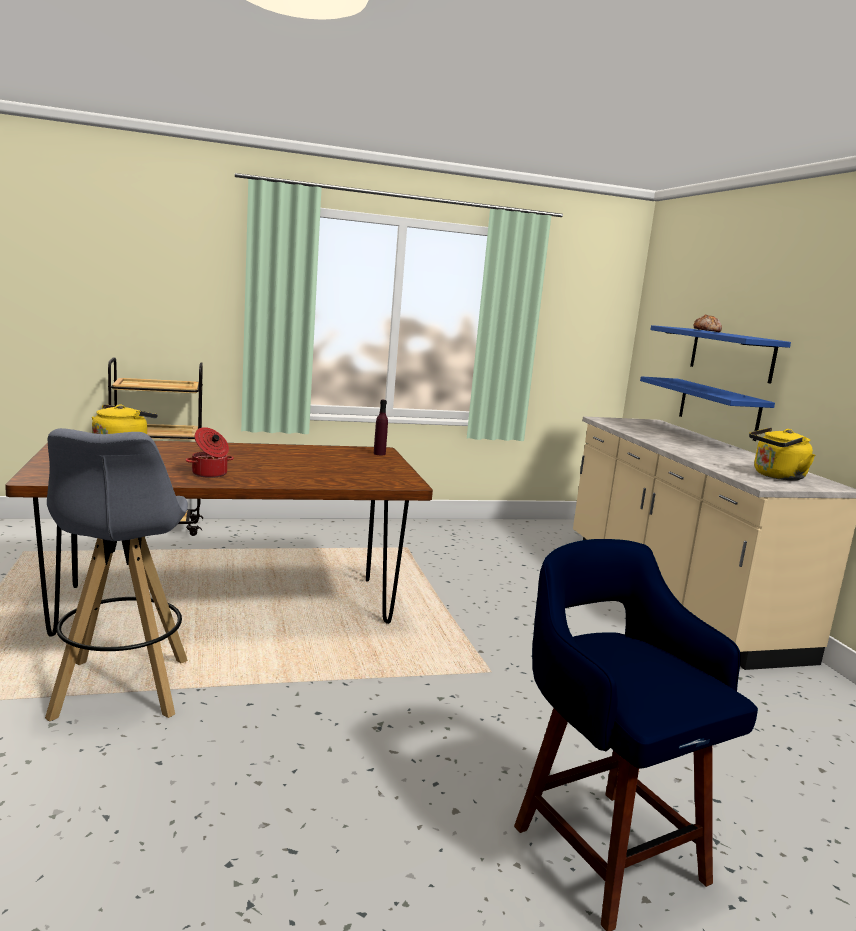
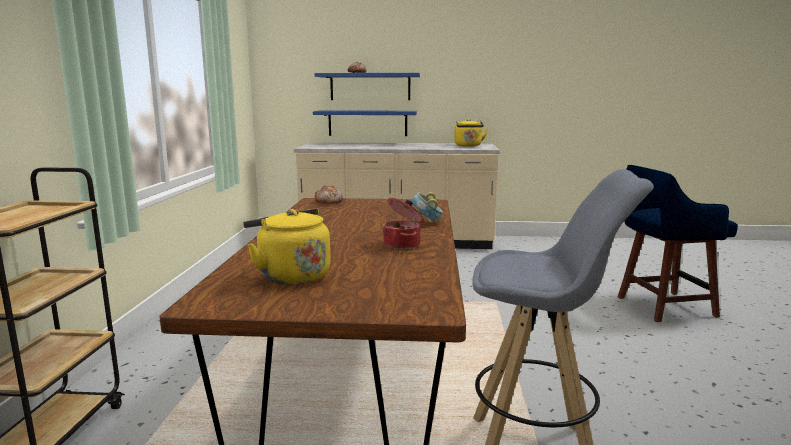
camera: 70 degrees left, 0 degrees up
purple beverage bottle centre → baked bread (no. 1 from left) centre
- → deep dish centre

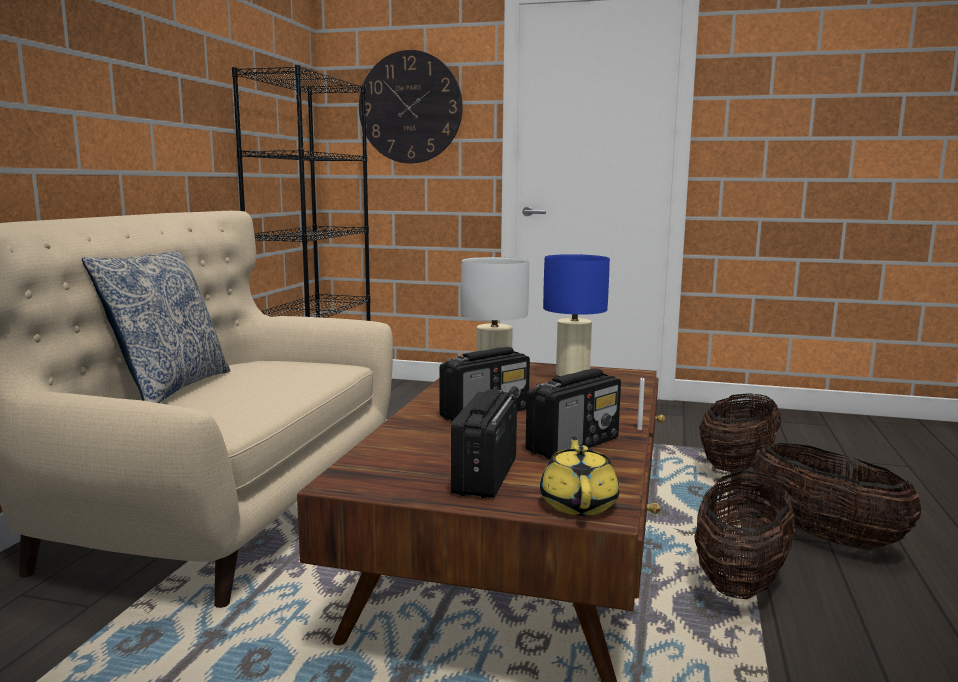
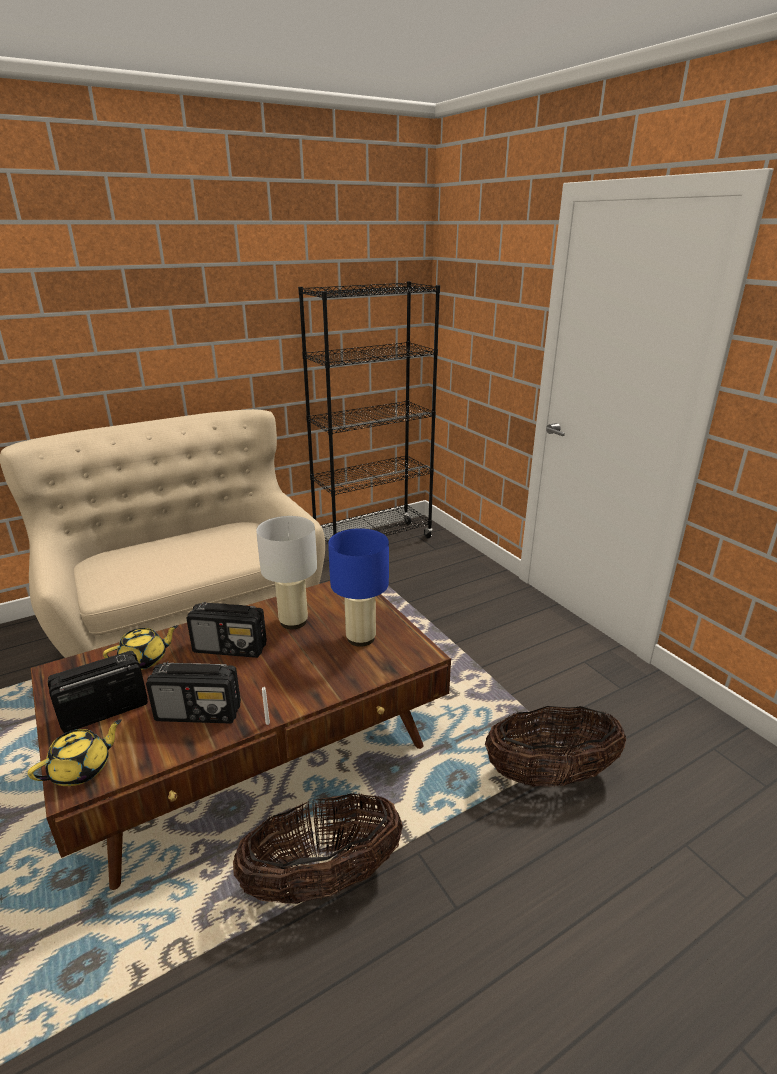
camera: 45 degrees right, 15 degrees up
wall clock top centre → -
pillow middle left → -
storage basket (no. 3 from left) bottom right → -
- → yellow-coloured teapot (no. 2 from left) middle left

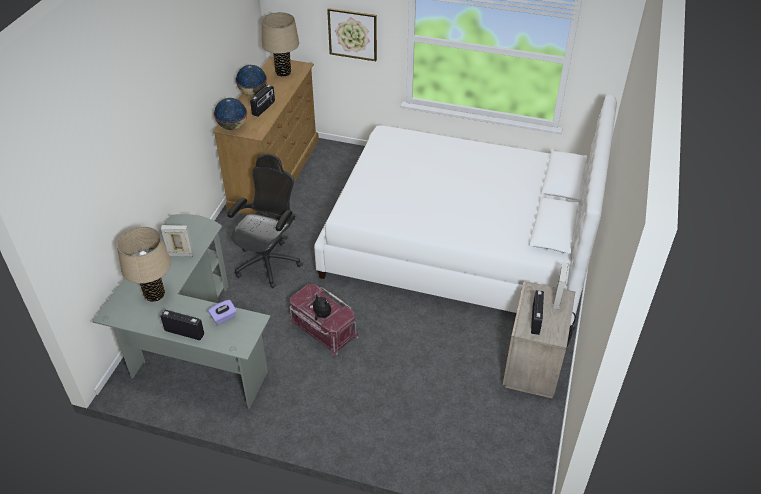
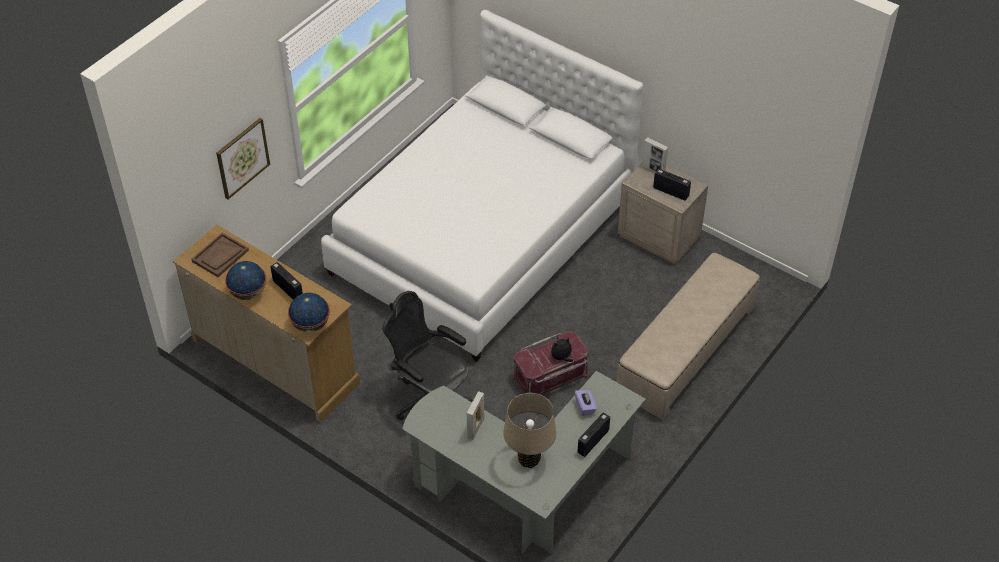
camera: 70 degrees left, 5 degrees up
beige-coloured table lamp (no. 2 from left) top centre → brownish carrying tray middle left
- → beige-coloured long seat middle right

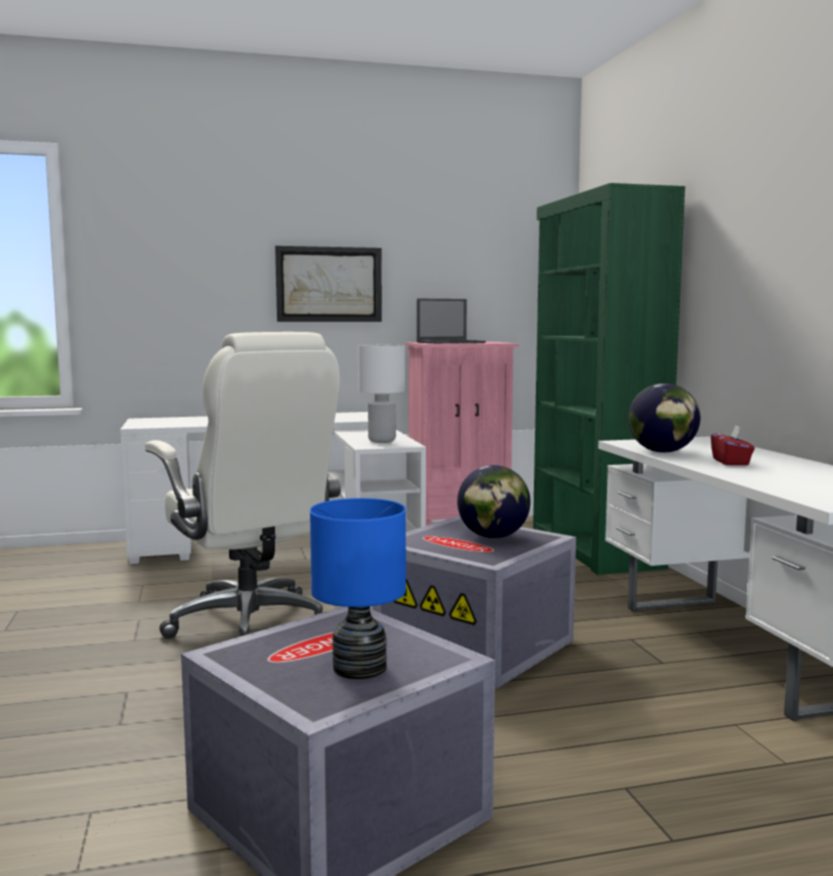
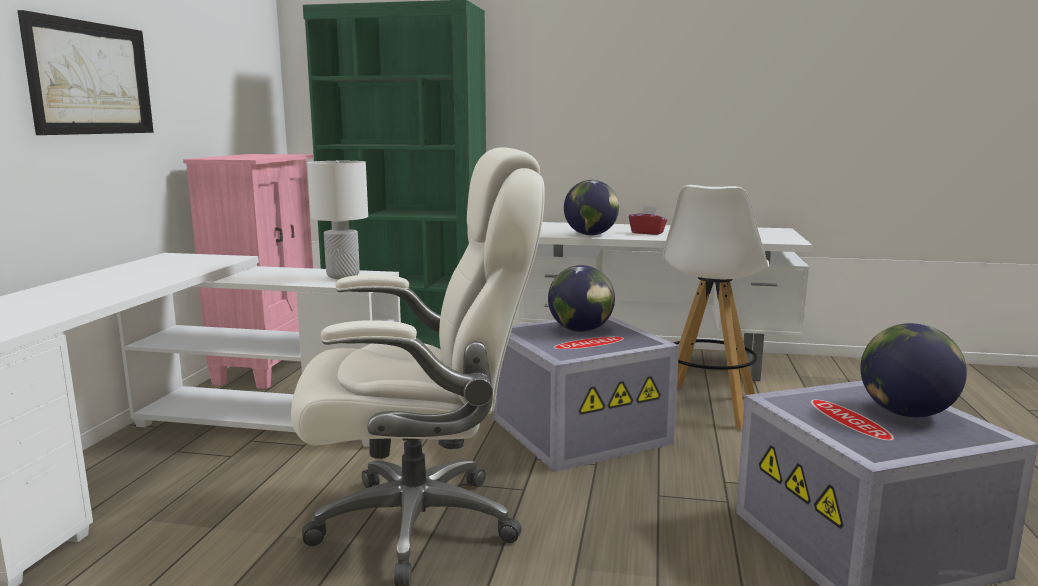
camera: 65 degrees left, 5 degrees up
notebook computer centre → -
blue table lamp bottom centre → world globe (no. 3 from left) middle right
- → whitish sitting stool middle right

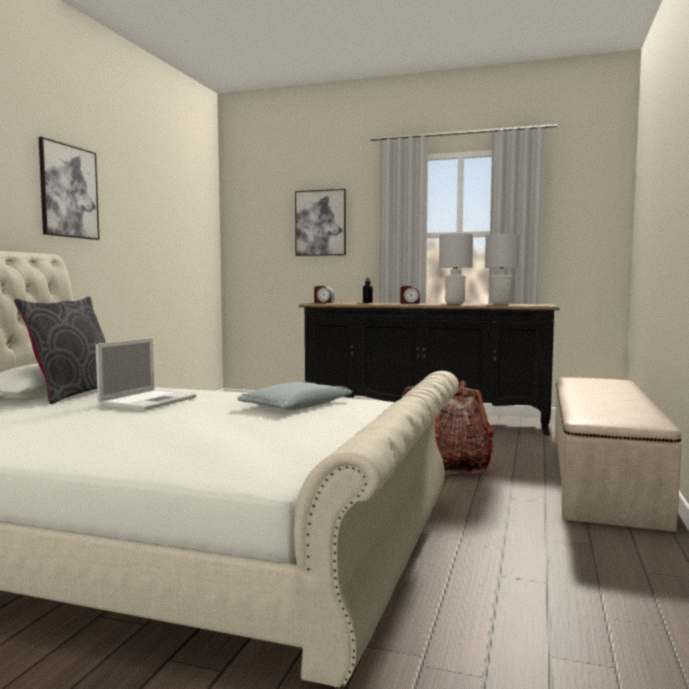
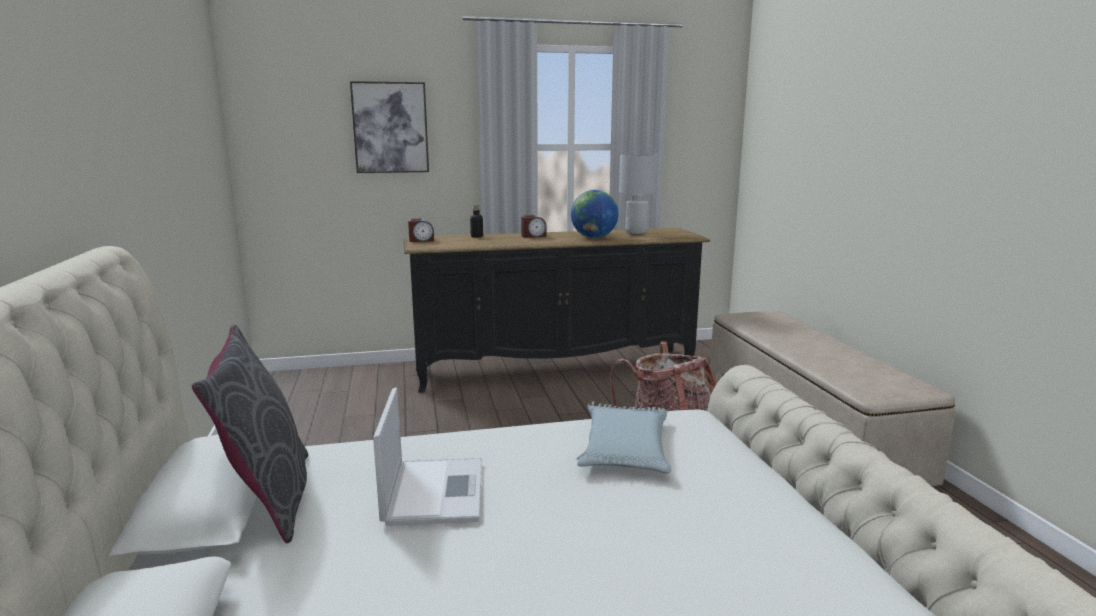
camera: 30 degrees left, 10 degrees up
picture (no. 1 from left) top left → -
greyish table lamp (no. 1 from left) centre → world globe centre

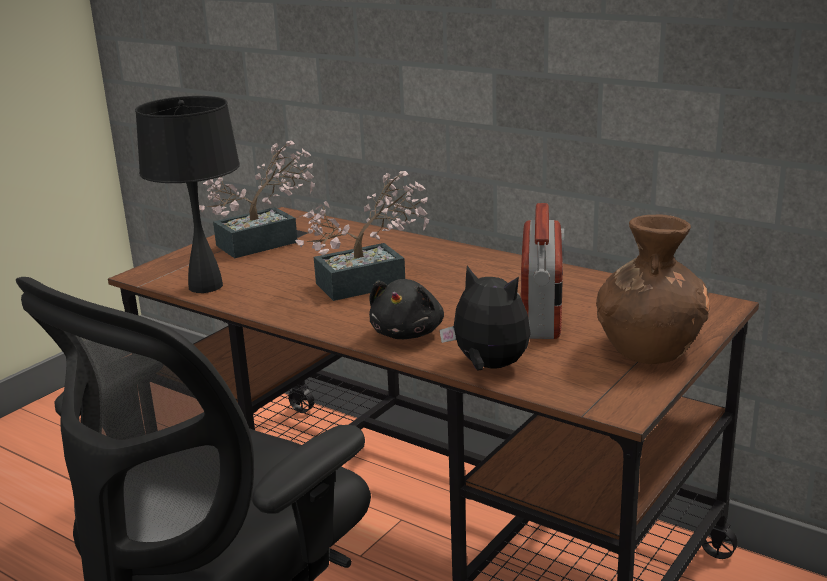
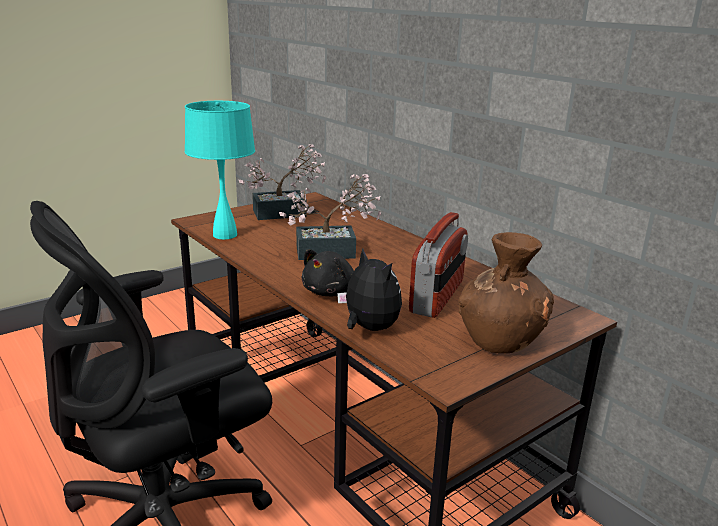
camera: 15 degrees right, 0 degrees up
black table lamp middle left → turquoise table lamp top left

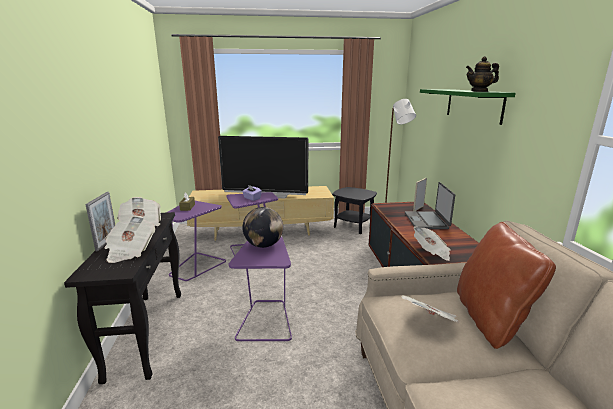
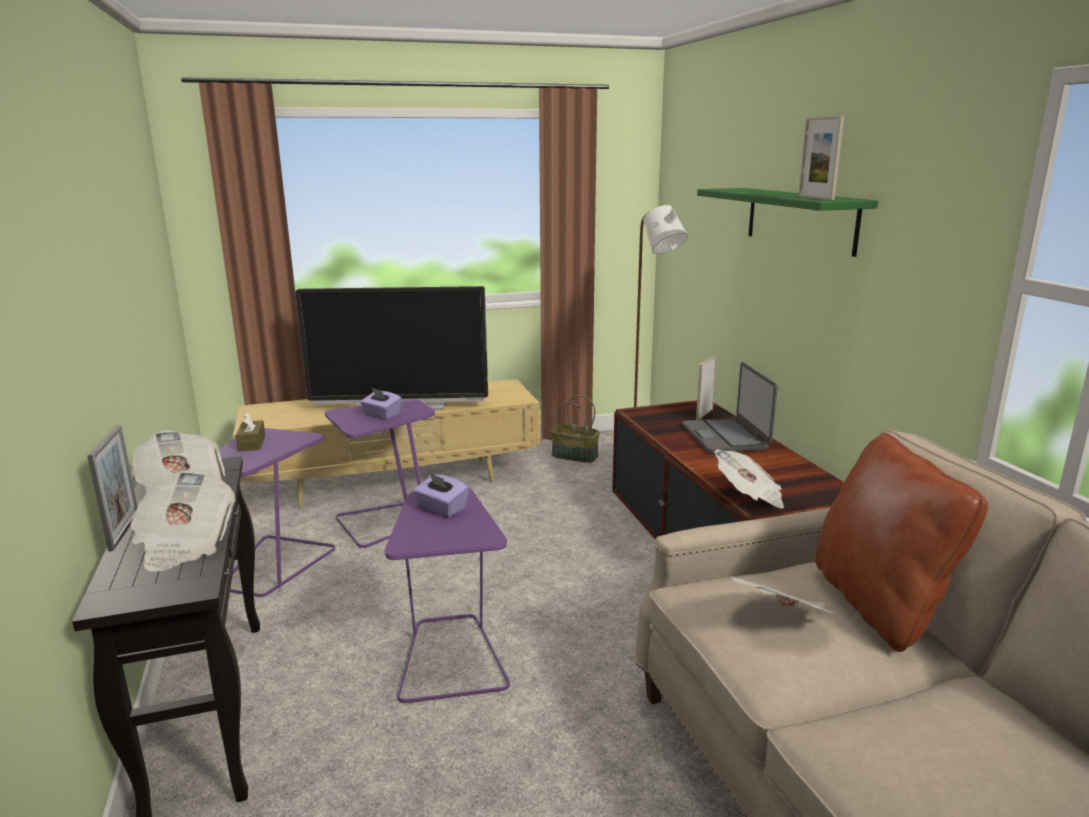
camera: 10 degrees left, 0 degrees up
teapot top right → standing frame (no. 3 from left) top right
black accent table centre → storage basket centre
world globe centre → purple box of tissues (no. 2 from left) centre

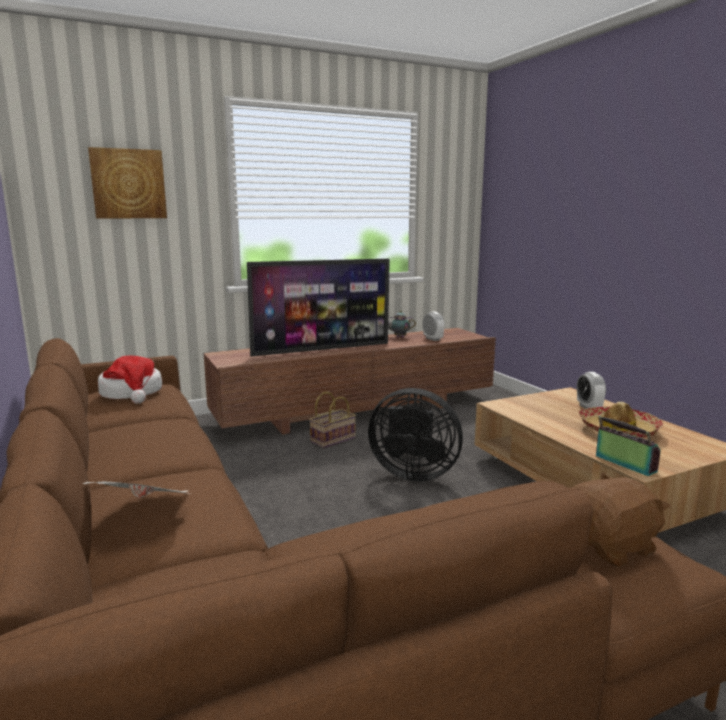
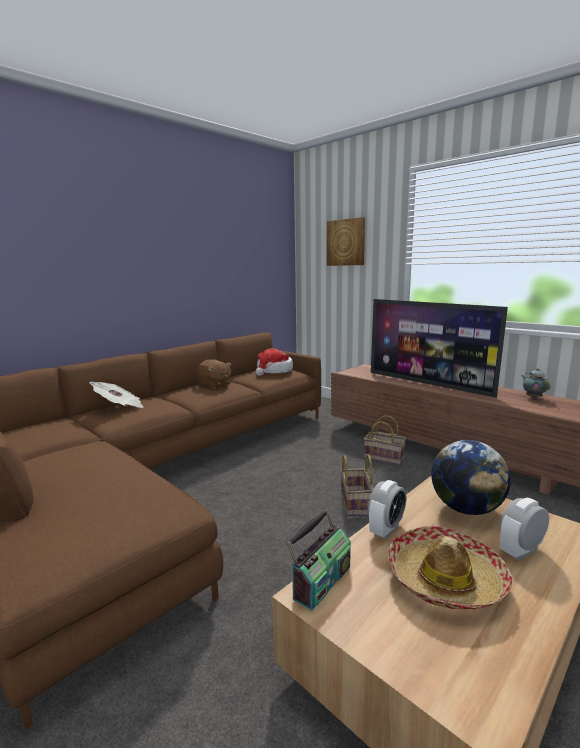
camera: 70 degrees right, 0 degrees up
alarm clock (no. 1 from left) centre → alarm clock (no. 1 from left) bottom right, shifted
black cooling fan centre → storage basket (no. 1 from left) centre
brownish cuddly toy bottom right → brownish cuddly toy centre, shifted
- → world globe middle right

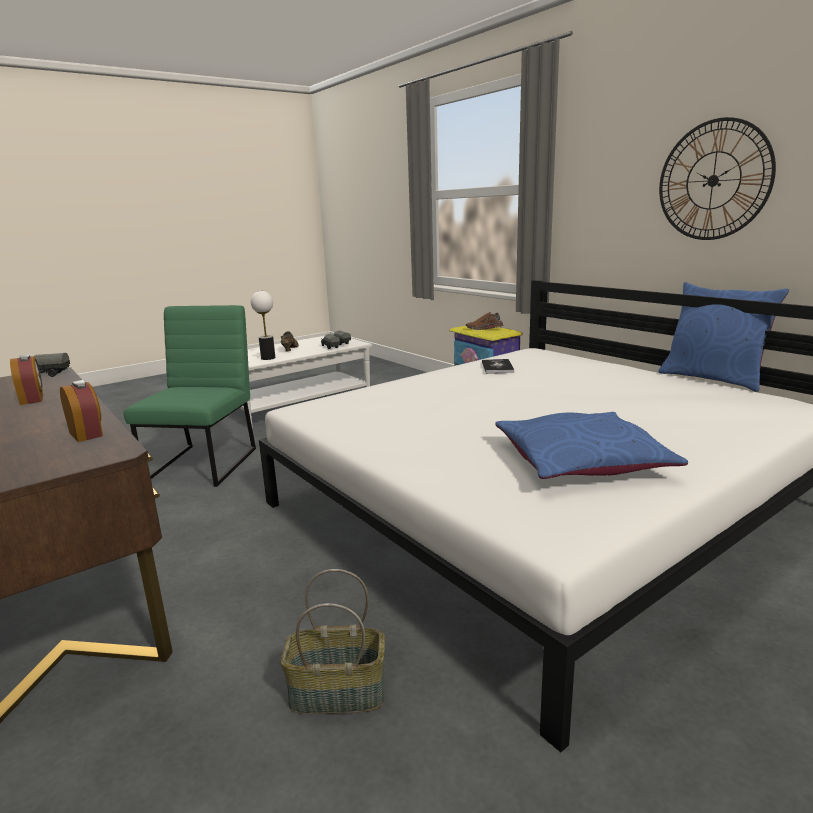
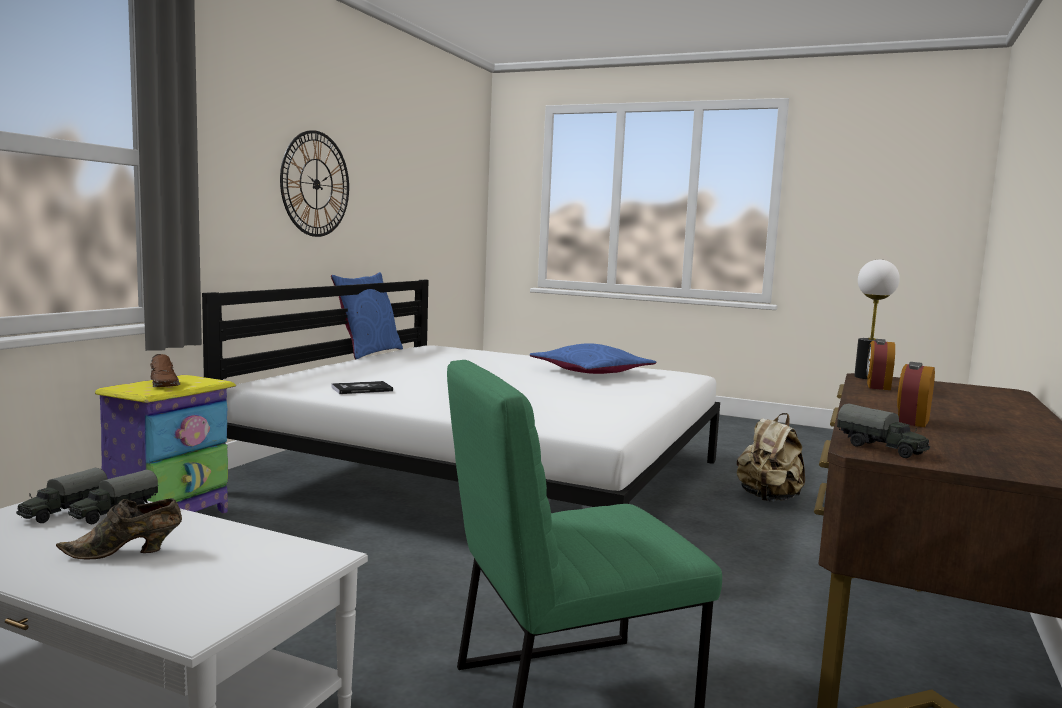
camera: 120 degrees left, 10 degrees down
table lamp middle left → table lamp middle right, shifted
storage basket bottom centre → beige-coloured rucksack middle right

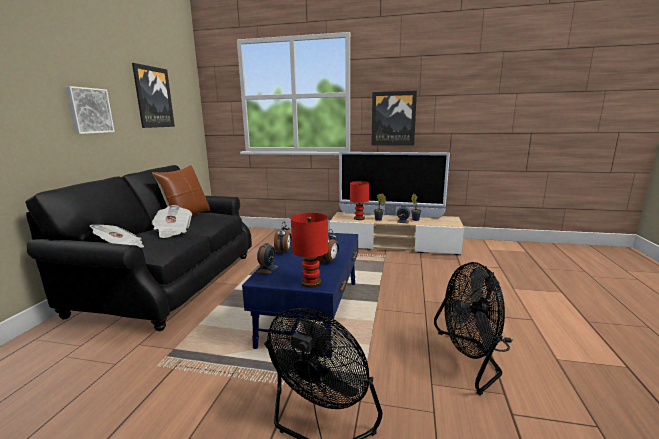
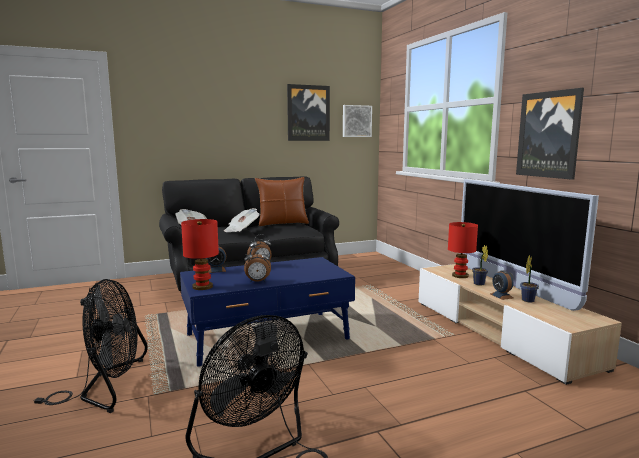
camera: 55 degrees right, 5 degrees down
picture (no. 1 from left in the first image) top left → picture (no. 2 from left) top centre, shifted

